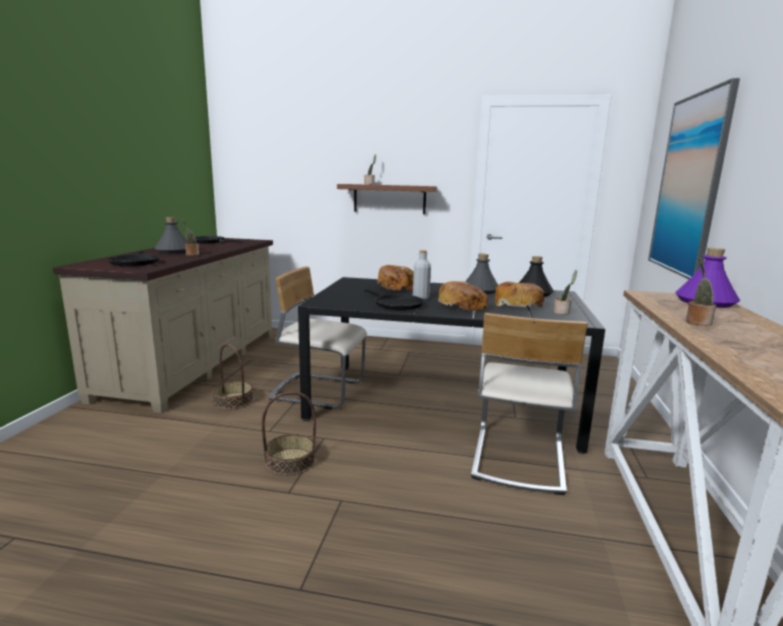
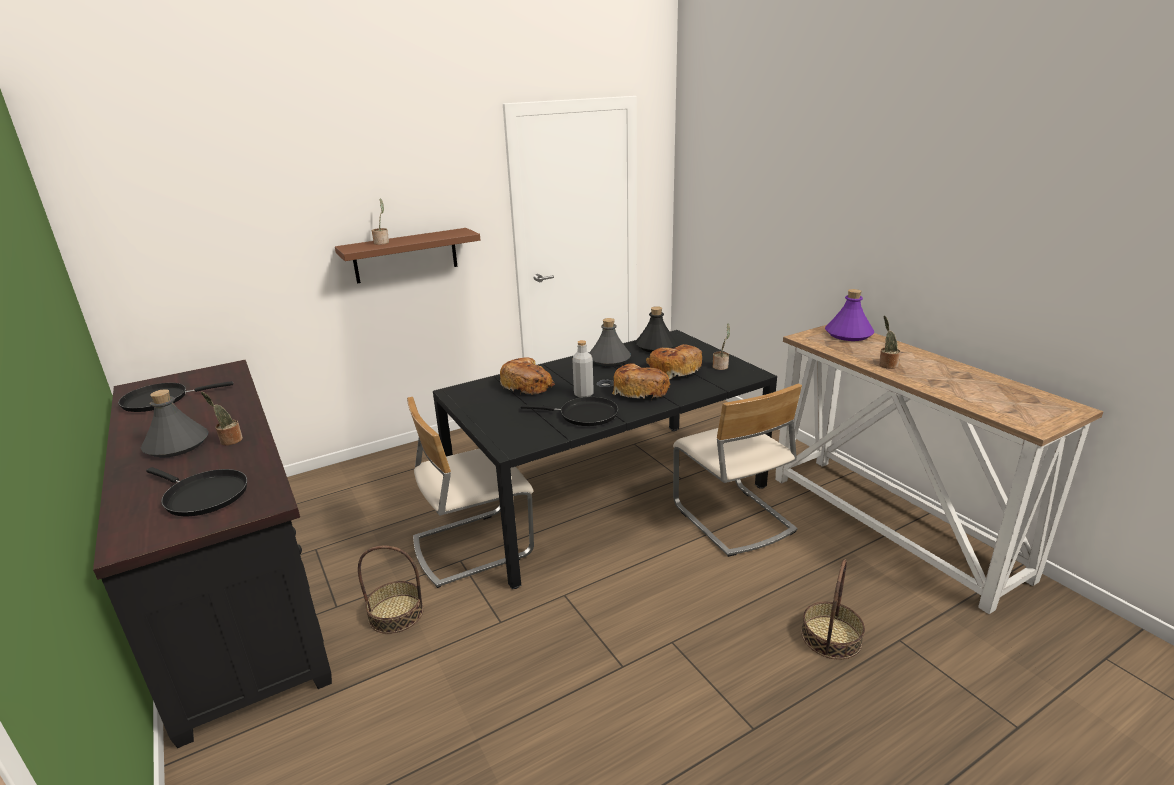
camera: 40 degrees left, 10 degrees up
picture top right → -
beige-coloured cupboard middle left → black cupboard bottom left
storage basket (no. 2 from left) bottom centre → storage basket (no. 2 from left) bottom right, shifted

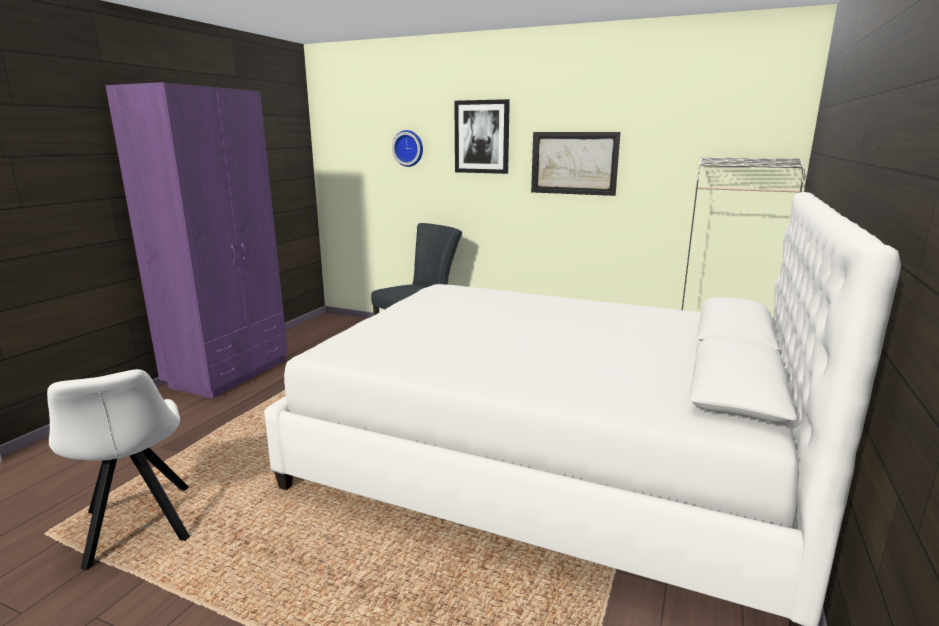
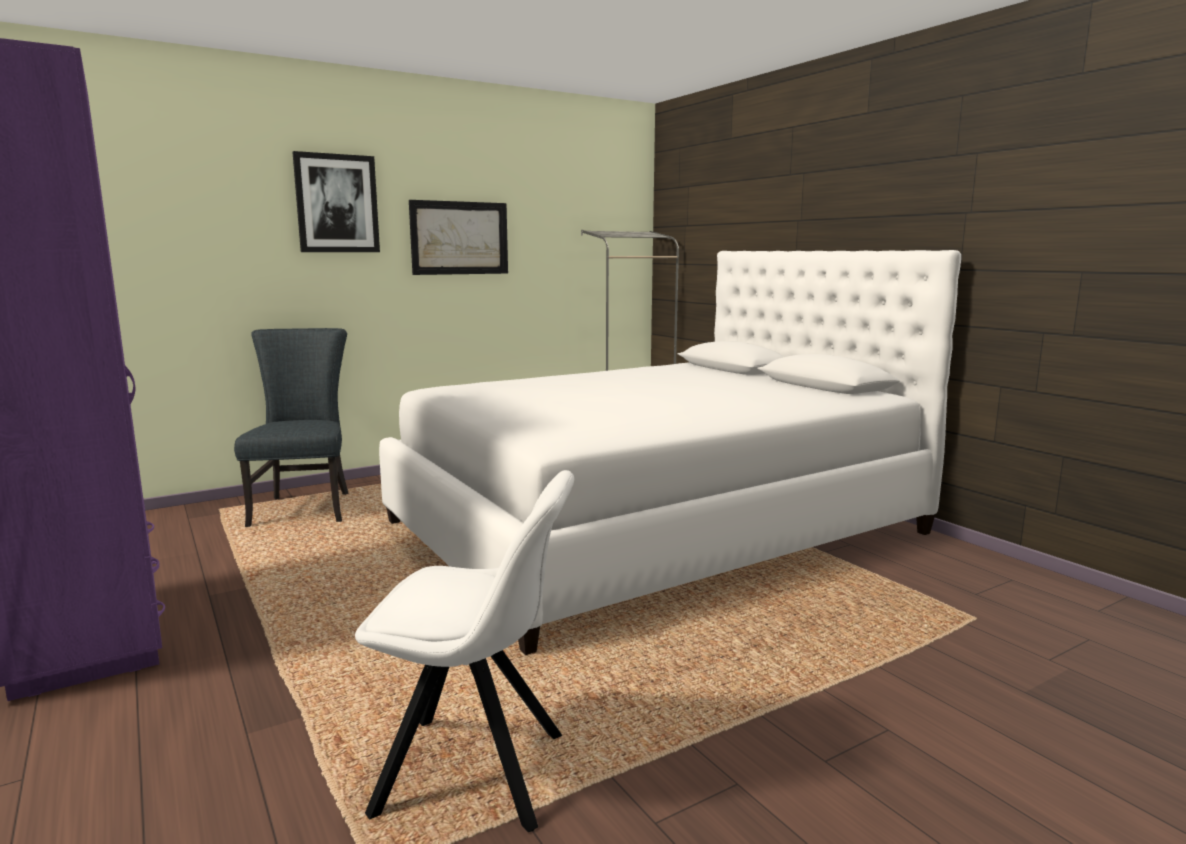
camera: 55 degrees left, 5 degrees down
wall clock top centre → -

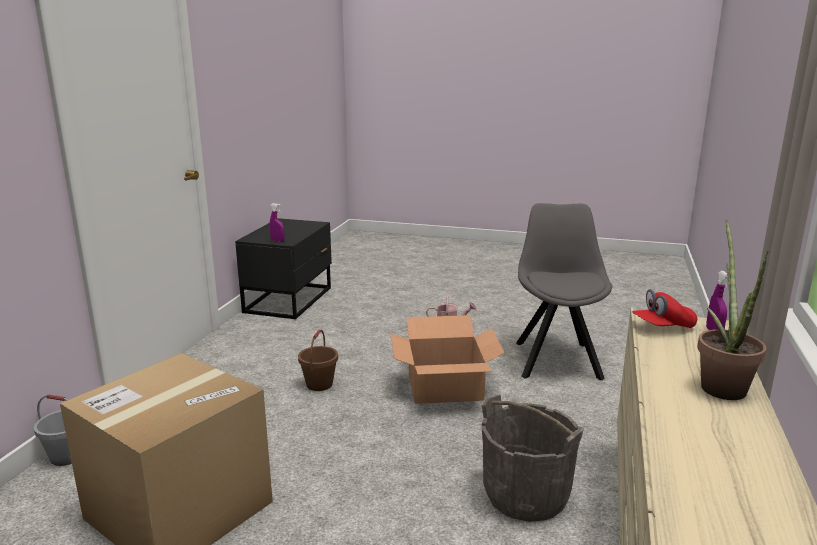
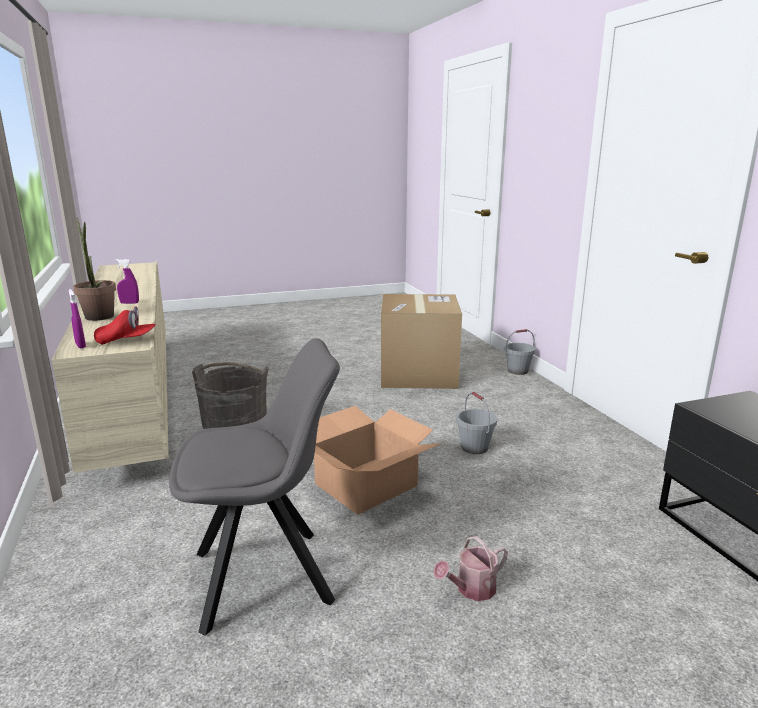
camera: 145 degrees right, 0 degrees up
purple spray bottle (no. 1 from left in the first image) centre → purple spray bottle (no. 2 from left) middle left, shifted
greyish upright chair middle right → greyish upright chair bottom centre, 75 degrees counterclockwise
red-coloured baseball cap middle right → red-coloured baseball cap middle left, 45 degrees clockwise
brownish bucket centre → greyish bucket (no. 2 from left) centre

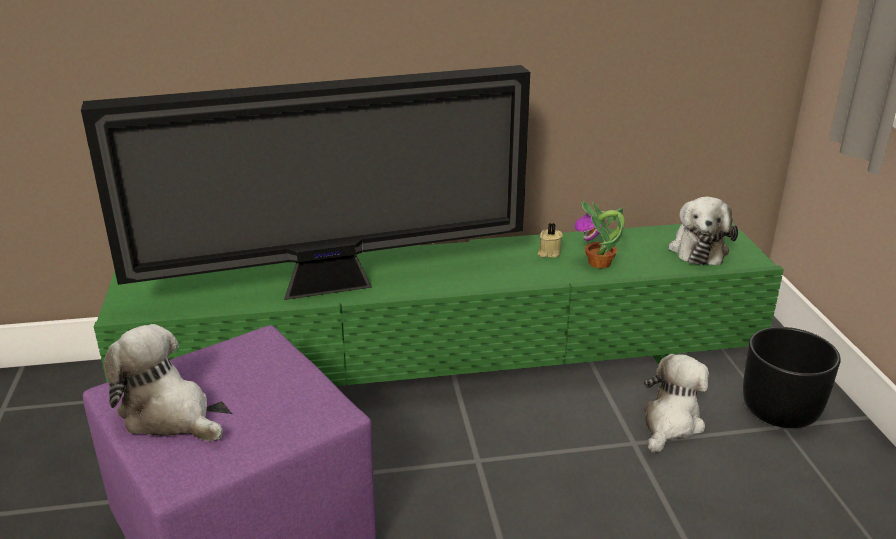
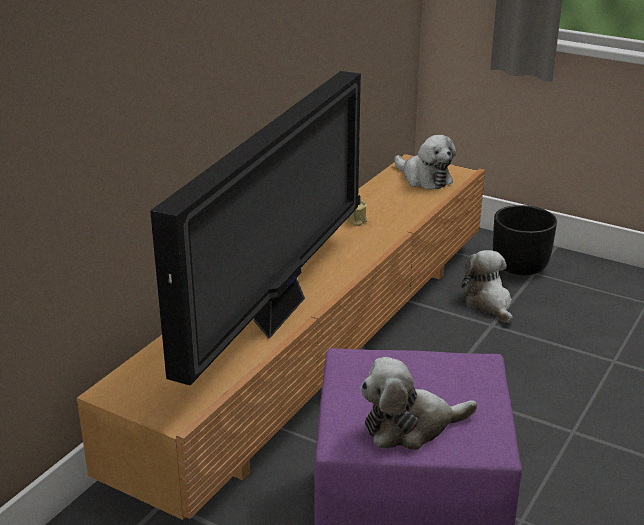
camera: 50 degrees left, 0 degrees up
potted plant middle right → -
greenish tv stand centre → brownish tv stand centre

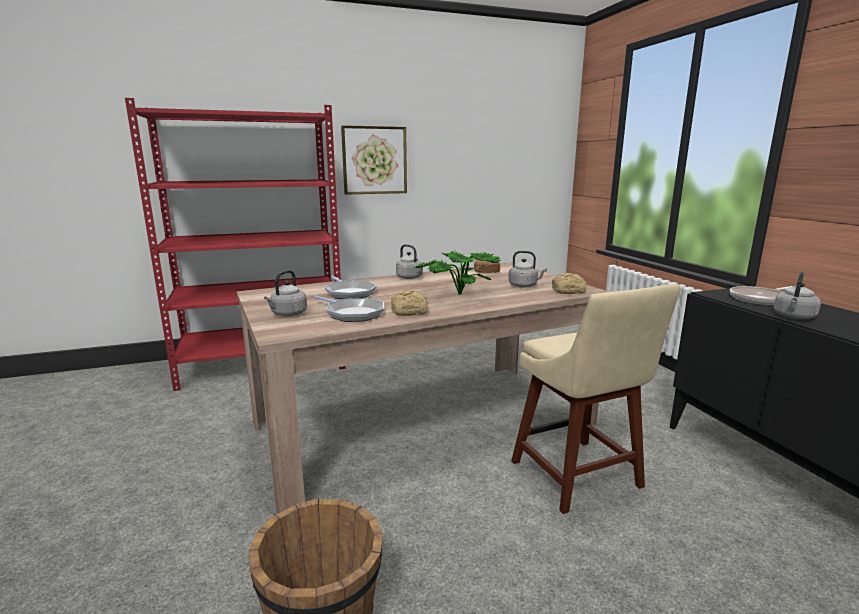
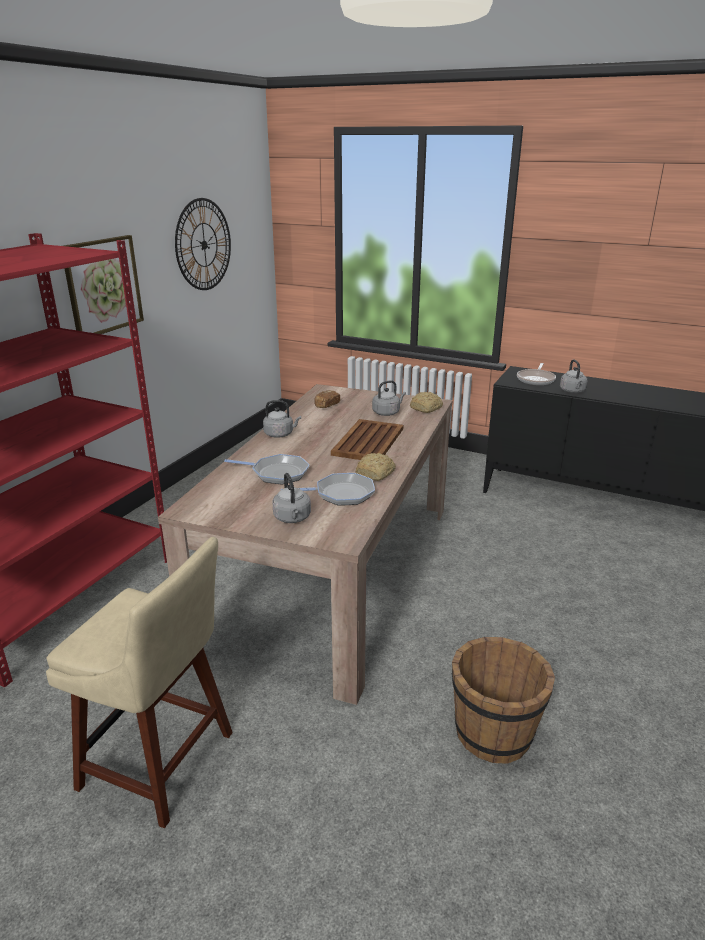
camera: 45 degrees left, 10 degrees up
potted plant centre → brownish carrying tray centre
beige-coloured upright chair middle right → beige-coloured upright chair bottom left, shifted
- → wall clock top left

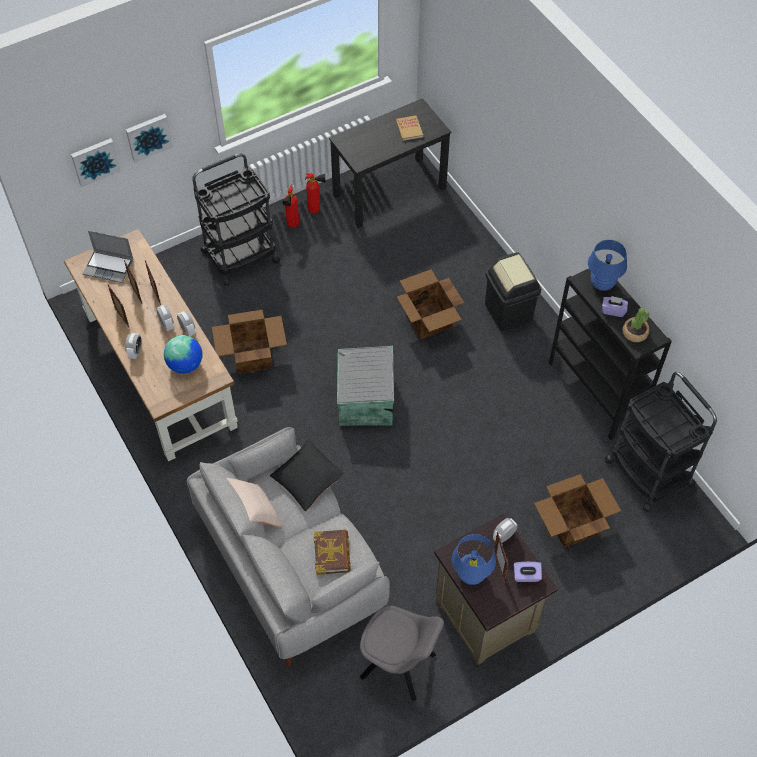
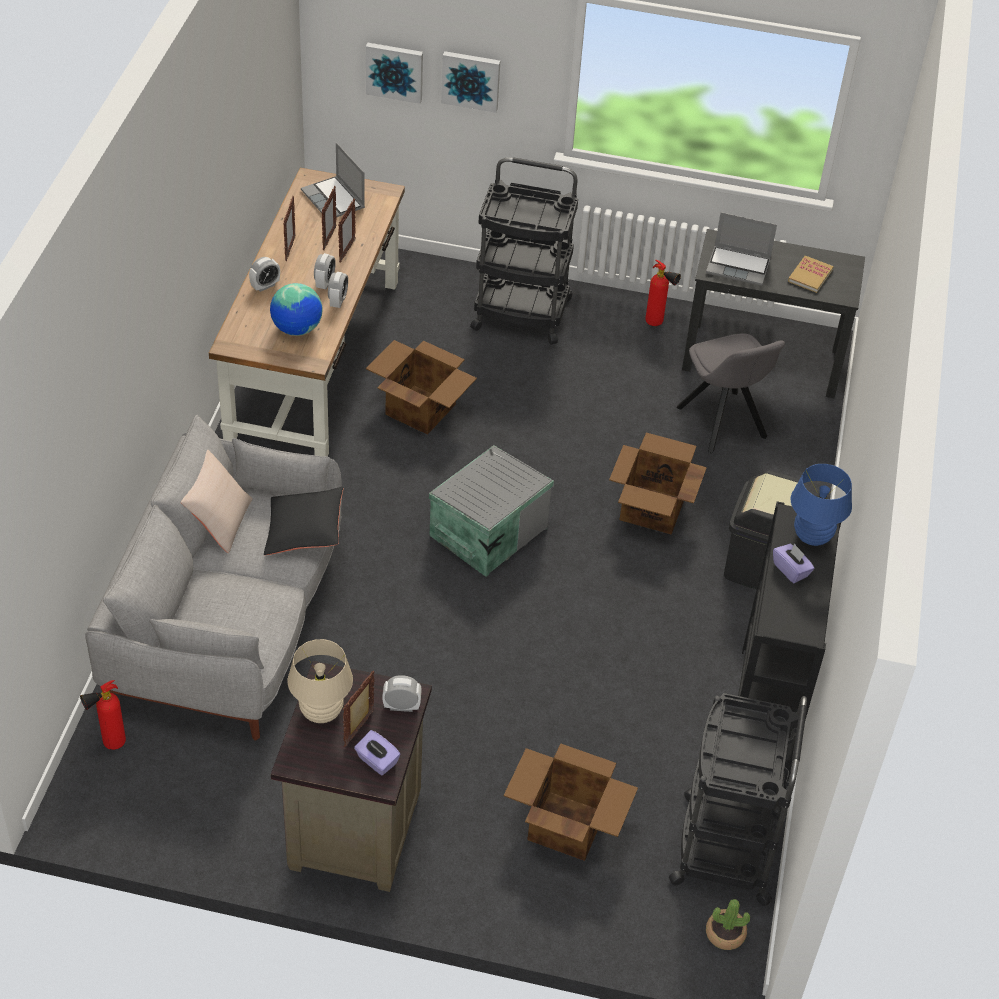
camera: 40 degrees right, 10 degrees down
fire-fighting cylinder (no. 1 from left) top centre → fire-fighting cylinder (no. 1 from left) bottom left, shifted
potted plant middle right → potted plant bottom right, shifted
volume (no. 1 from left) bottom centre → -
blue table lamp (no. 1 from left) bottom centre → beige-coloured table lamp bottom left
greyish upright chair bottom centre → greyish upright chair middle right, shifted
- → notebook computer (no. 2 from left) top right

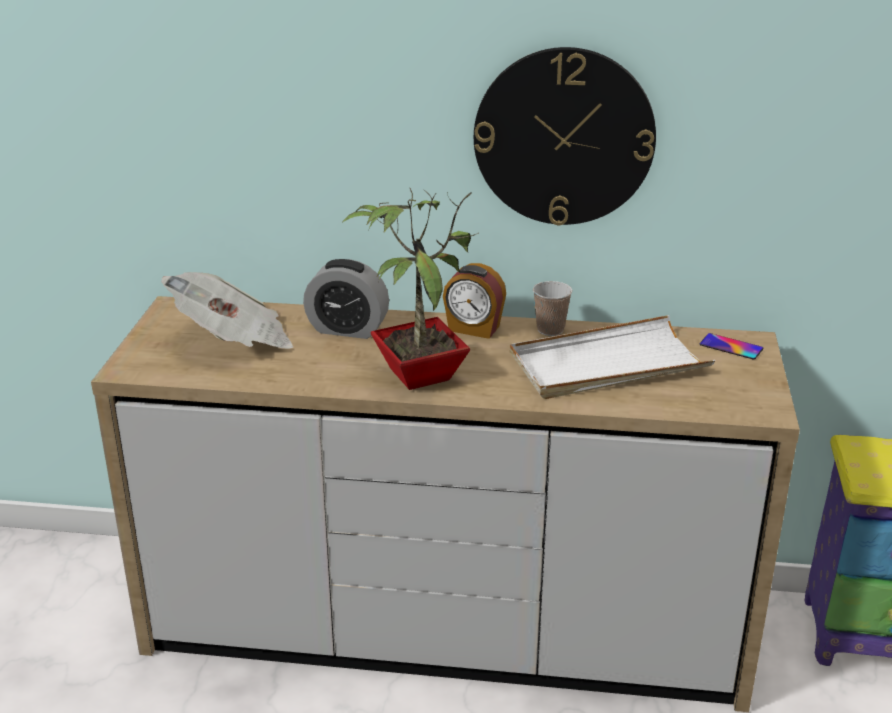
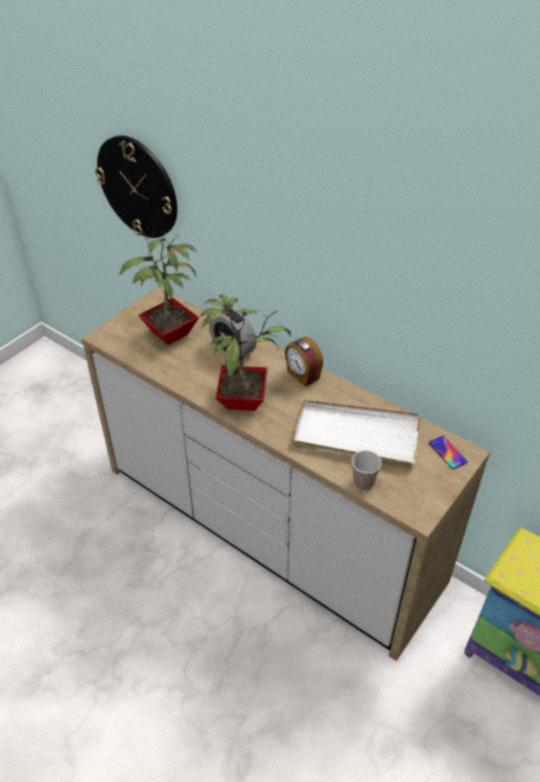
camera: 30 degrees right, 15 degrees up
wall clock top centre → wall clock top left, shifted
daily paper middle left → potted plant (no. 1 from left) middle left
cup centre → cup middle right, shifted

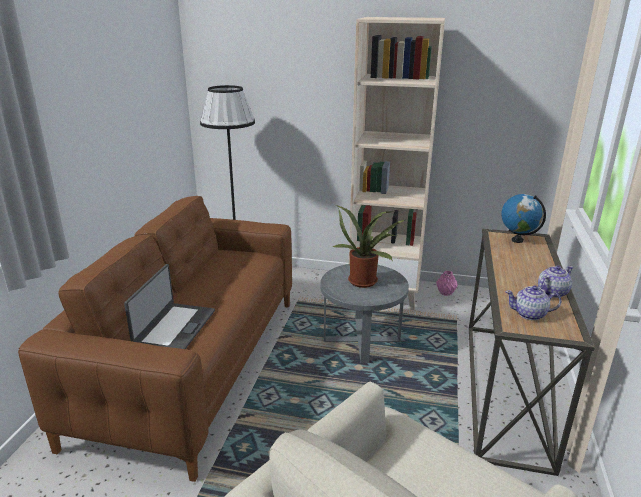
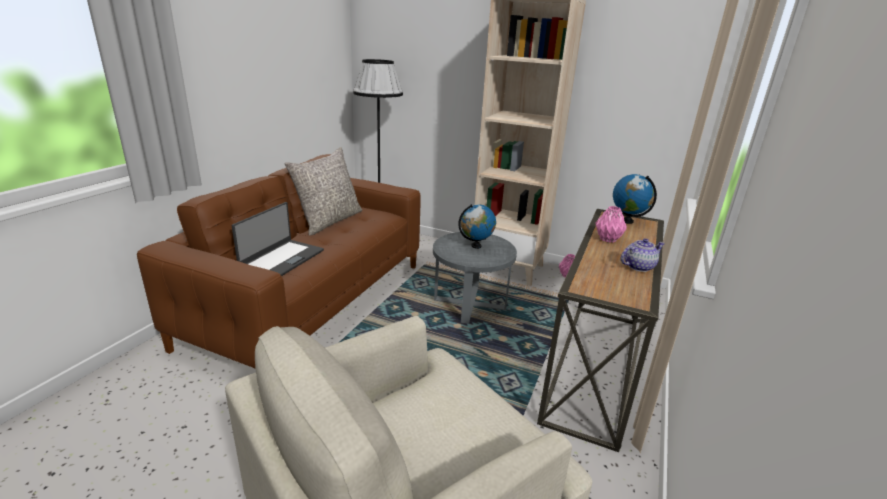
camera: 10 degrees right, 0 degrees up
potted plant centre → world globe (no. 1 from left) centre
teapot (no. 1 from left) middle right → -
- → greyish pillow centre
- → pinkish decorative vase (no. 2 from left) middle right

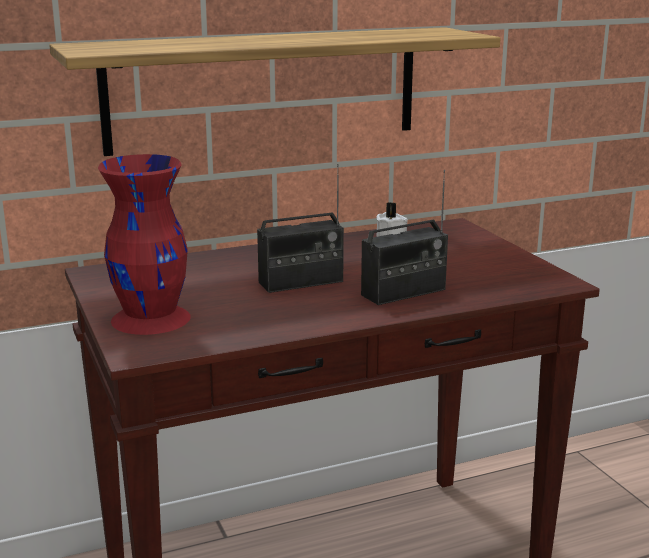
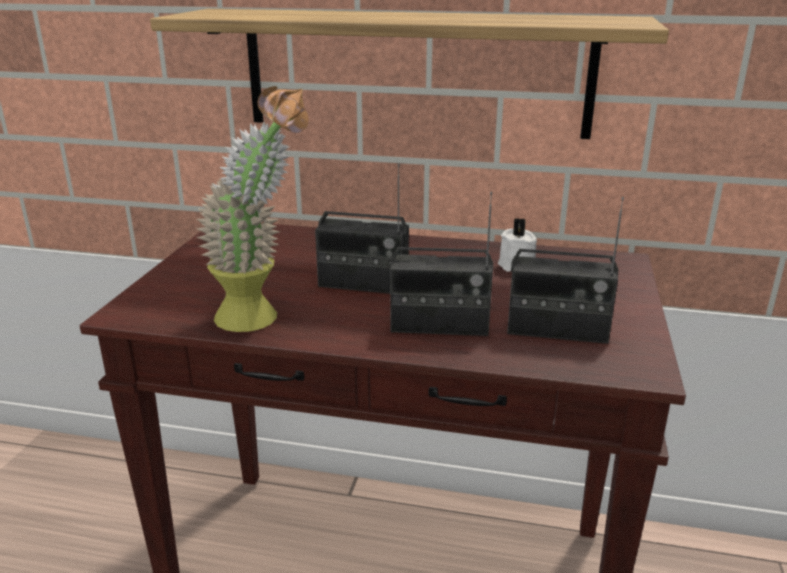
camera: 35 degrees right, 5 degrees up
red-coloured decorative vase middle left → -
- → potted plant middle left
- → radio receiver (no. 3 from left) middle right

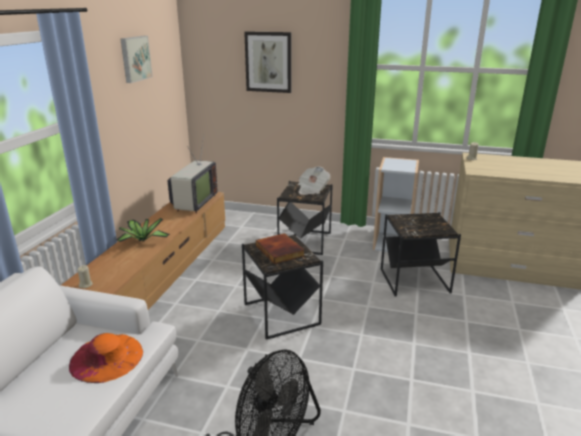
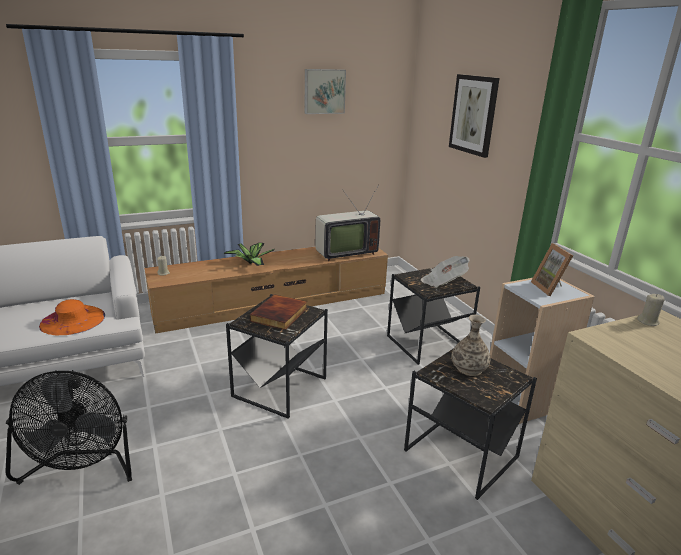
camera: 50 degrees right, 0 degrees up
- → standing frame middle right
- → decorative vase middle right

